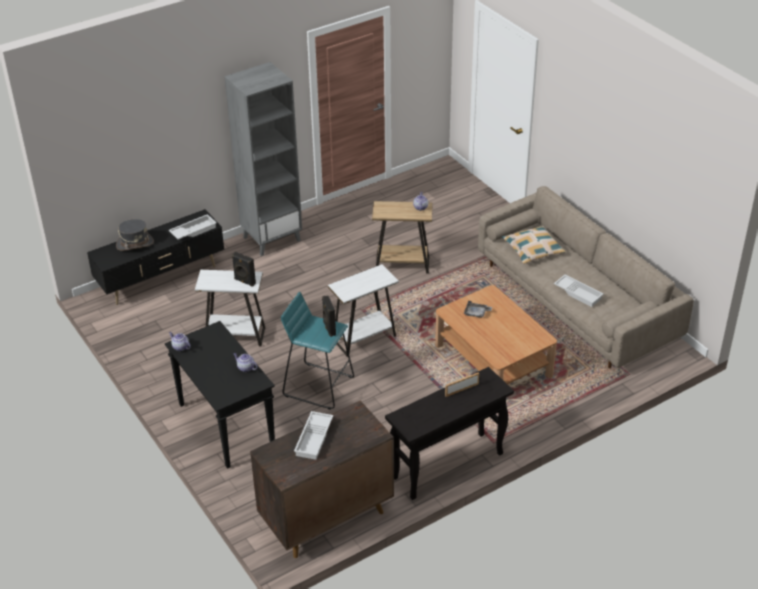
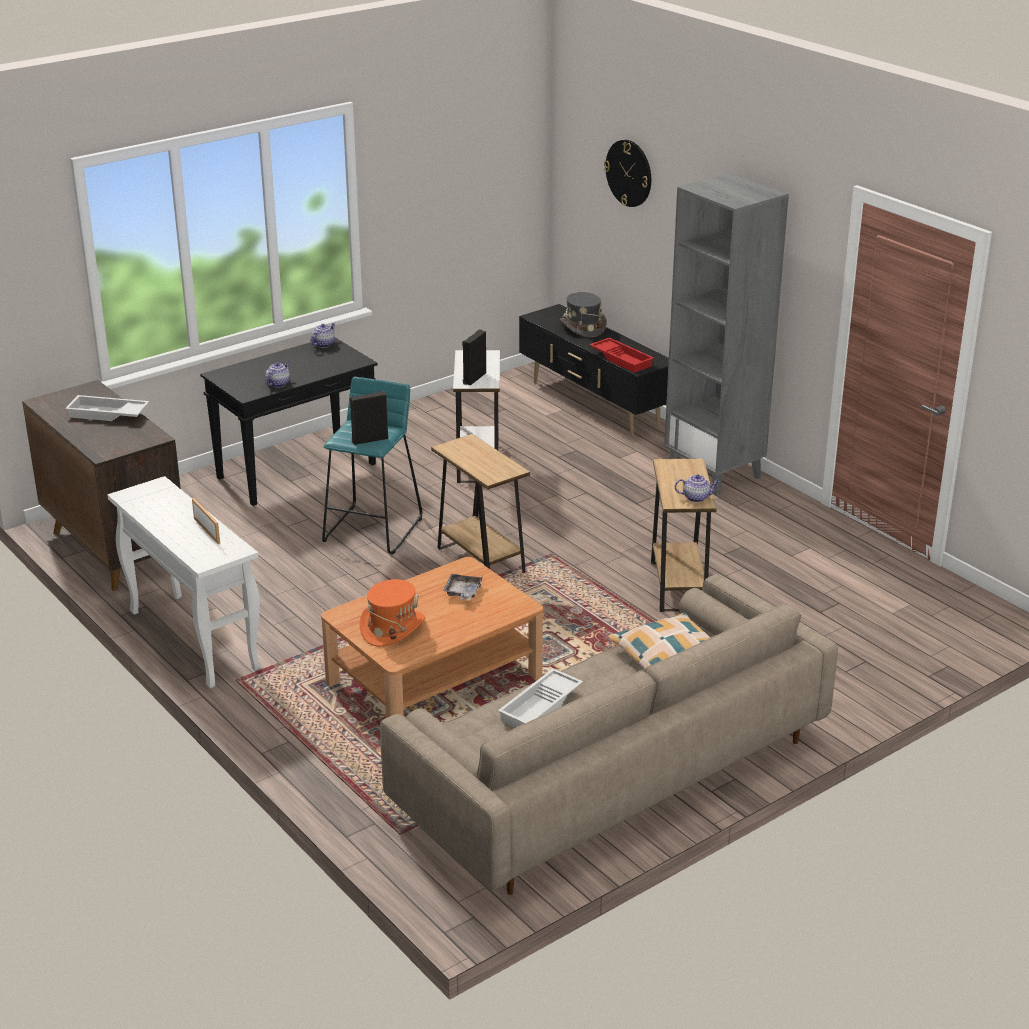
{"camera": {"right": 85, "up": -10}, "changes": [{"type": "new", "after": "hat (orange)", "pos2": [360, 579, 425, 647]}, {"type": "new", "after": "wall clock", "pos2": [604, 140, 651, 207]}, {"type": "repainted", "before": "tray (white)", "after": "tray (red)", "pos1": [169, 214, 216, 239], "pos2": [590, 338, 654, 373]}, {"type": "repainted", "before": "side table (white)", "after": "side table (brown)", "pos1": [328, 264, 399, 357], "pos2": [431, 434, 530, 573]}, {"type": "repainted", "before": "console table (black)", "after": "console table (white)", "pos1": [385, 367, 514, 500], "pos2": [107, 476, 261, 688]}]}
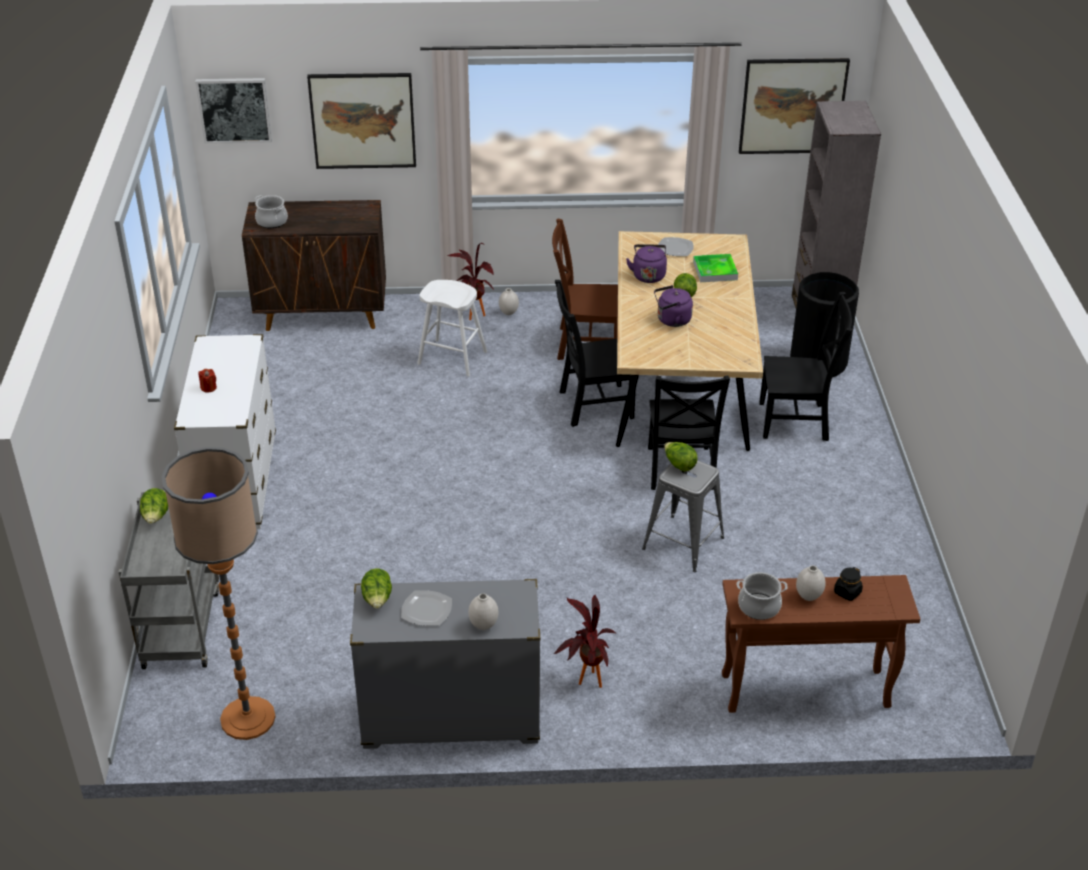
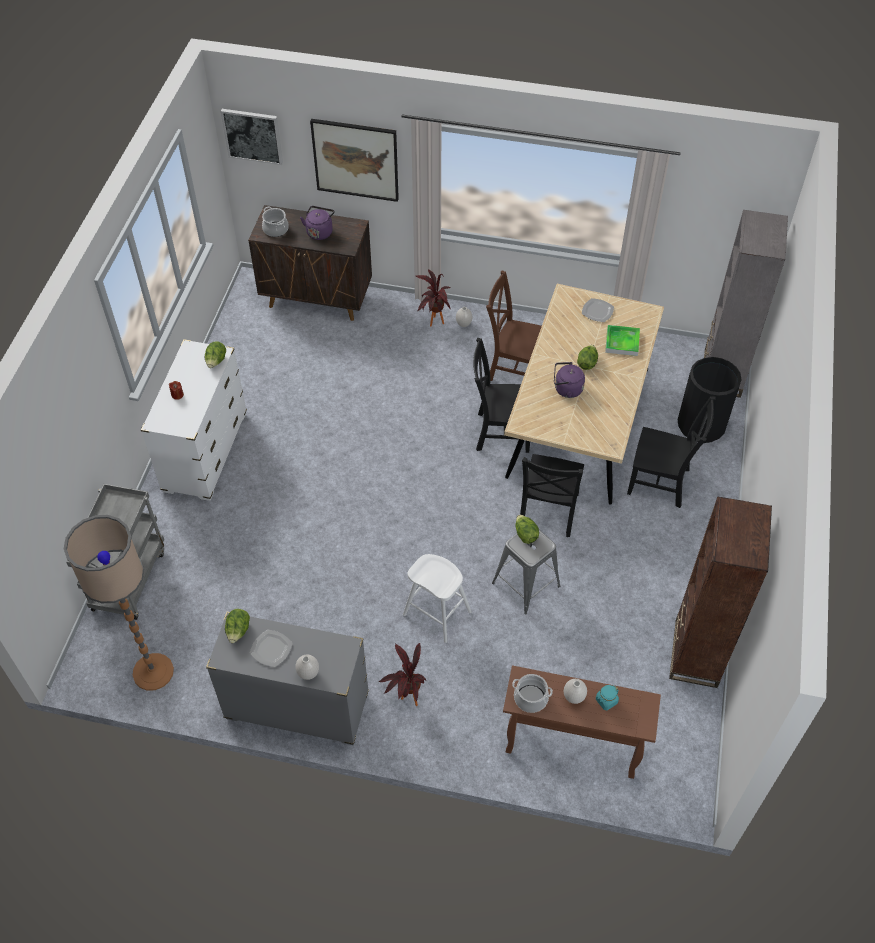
{"camera": {"right": 15, "up": 15}, "changes": [{"type": "gone", "before": "picture", "pos1": [739, 58, 850, 154]}, {"type": "new", "after": "bookcase (brown)", "pos2": [669, 496, 772, 688]}, {"type": "shifted", "before": "lettuce", "pos1": [140, 488, 168, 524], "pos2": [205, 341, 226, 368]}, {"type": "shifted", "before": "stool (white)", "pos1": [417, 280, 487, 377], "pos2": [403, 554, 472, 643]}, {"type": "shifted", "before": "kettle (purple)", "pos1": [626, 244, 667, 283], "pos2": [300, 206, 335, 240]}, {"type": "repainted", "before": "jar (black)", "after": "jar (turquoise)", "pos1": [834, 567, 863, 601], "pos2": [596, 685, 619, 710]}]}
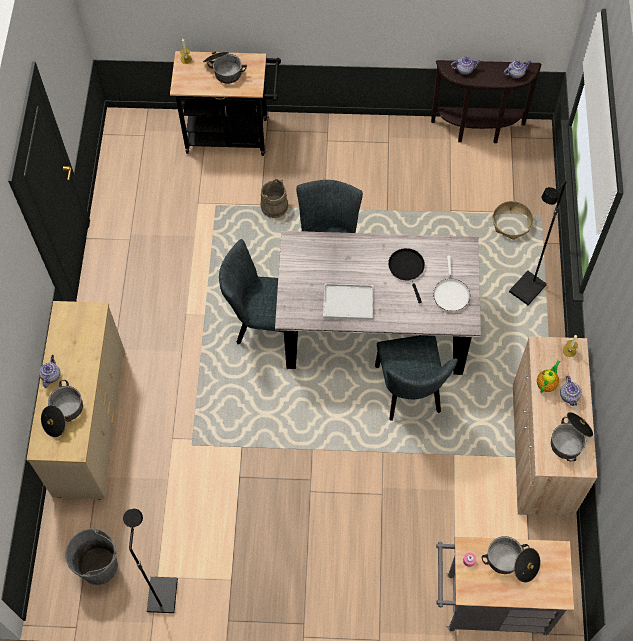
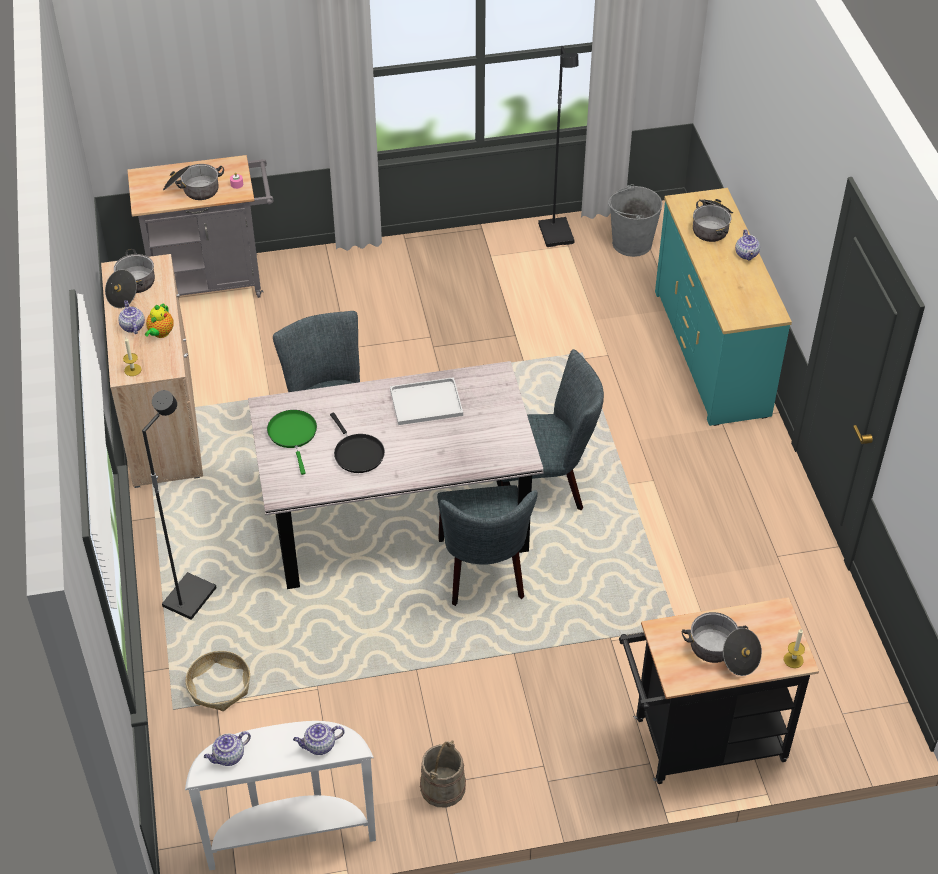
{"camera": {"right": 165, "up": -15}, "changes": [{"type": "shifted", "before": "bucket (beige)", "pos1": [261, 179, 288, 218], "pos2": [420, 740, 466, 808]}, {"type": "repainted", "before": "dresser (beige)", "after": "dresser (turquoise)", "pos1": [26, 301, 125, 499], "pos2": [655, 188, 792, 426]}, {"type": "repainted", "before": "console table (brown)", "after": "console table (white)", "pos1": [431, 60, 541, 143], "pos2": [185, 721, 376, 871]}, {"type": "repainted", "before": "frying pan (white)", "after": "frying pan (green)", "pos1": [433, 256, 470, 312], "pos2": [267, 410, 317, 475]}]}
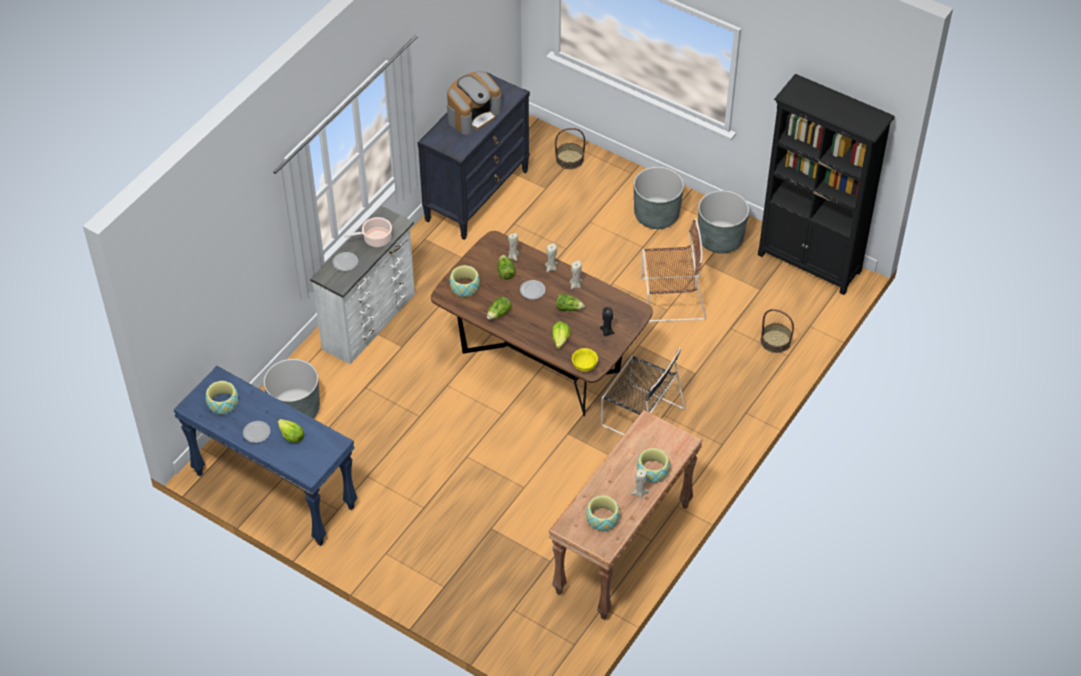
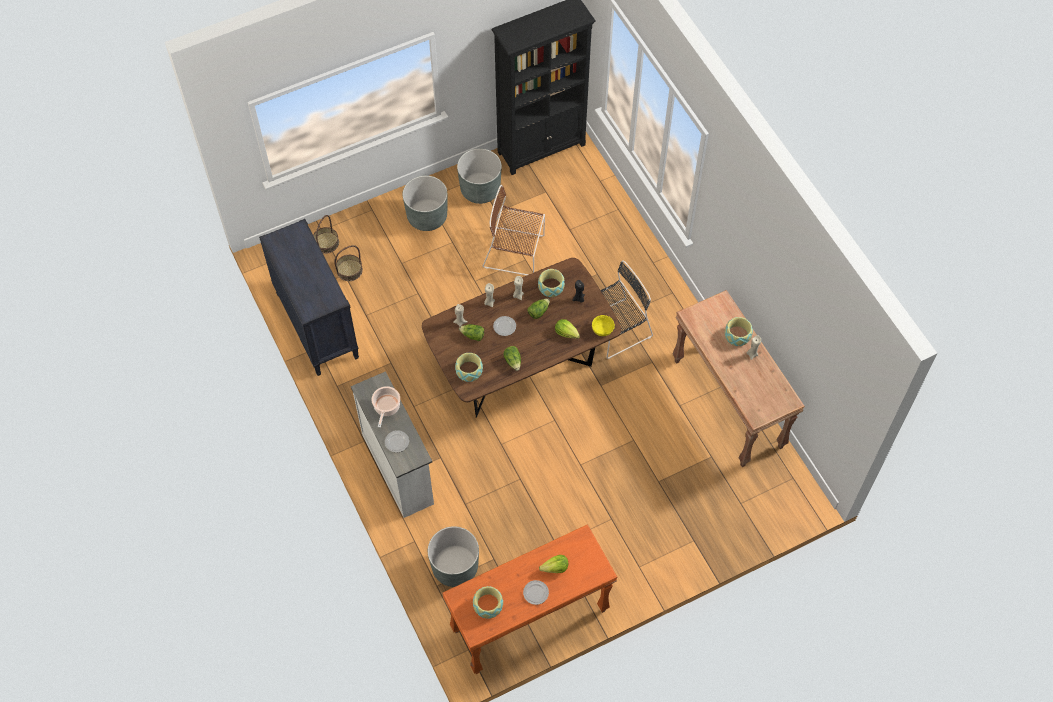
{"camera": {"right": -60, "up": 10}, "changes": [{"type": "gone", "before": "coffee machine", "pos1": [447, 71, 501, 135]}, {"type": "shifted", "before": "bowl", "pos1": [586, 496, 620, 531], "pos2": [538, 269, 565, 297]}, {"type": "shifted", "before": "basket", "pos1": [761, 309, 794, 353], "pos2": [334, 245, 363, 281]}, {"type": "repainted", "before": "console table (blue)", "after": "console table (orange)", "pos1": [173, 366, 357, 546], "pos2": [442, 524, 617, 674]}, {"type": "rotated", "before": "chair (brown)", "pos1": [641, 218, 706, 322], "pos2": [483, 185, 545, 275], "turn": -105}]}
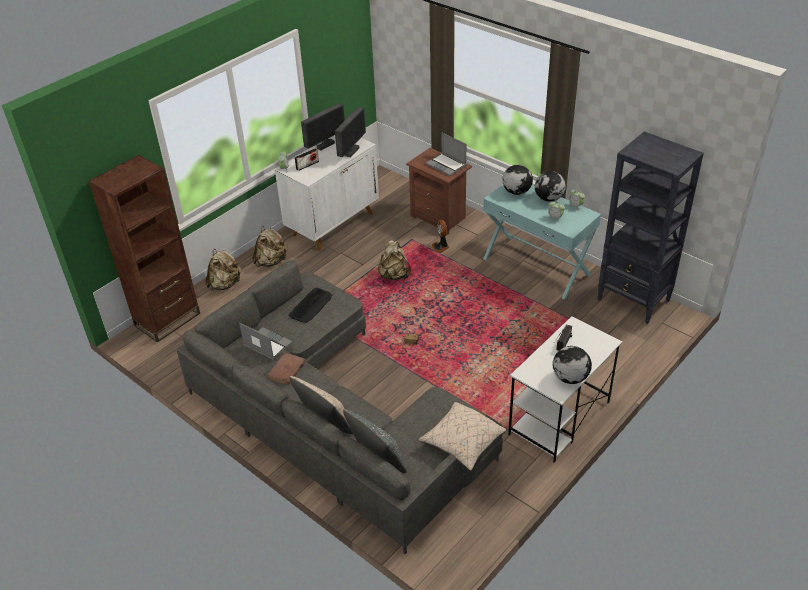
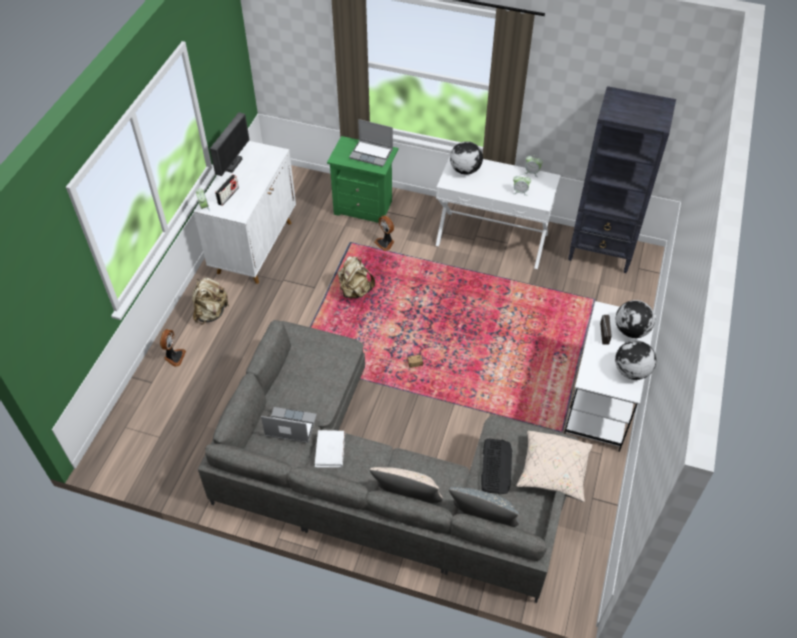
{"camera": {"right": -25, "up": 10}, "changes": [{"type": "gone", "before": "bookcase (brown)", "pos1": [89, 155, 200, 342]}, {"type": "gone", "before": "monitor", "pos1": [335, 107, 366, 157]}, {"type": "shifted", "before": "keyboard", "pos1": [289, 288, 332, 323], "pos2": [481, 439, 512, 494]}, {"type": "shifted", "before": "globe", "pos1": [535, 171, 566, 202], "pos2": [615, 300, 655, 338]}, {"type": "swapped", "before": "backpack (beige)", "after": "fan", "pos1": [205, 249, 241, 291], "pos2": [160, 329, 186, 367]}, {"type": "repainted", "before": "book (brown)", "after": "book (white)", "pos1": [267, 352, 306, 385], "pos2": [315, 430, 345, 468]}, {"type": "repainted", "before": "nightstand (brown)", "after": "nightstand (green)", "pos1": [406, 148, 472, 235], "pos2": [327, 136, 398, 223]}, {"type": "repainted", "before": "console table (turquoise)", "after": "console table (white)", "pos1": [483, 185, 601, 299], "pos2": [436, 156, 561, 269]}]}
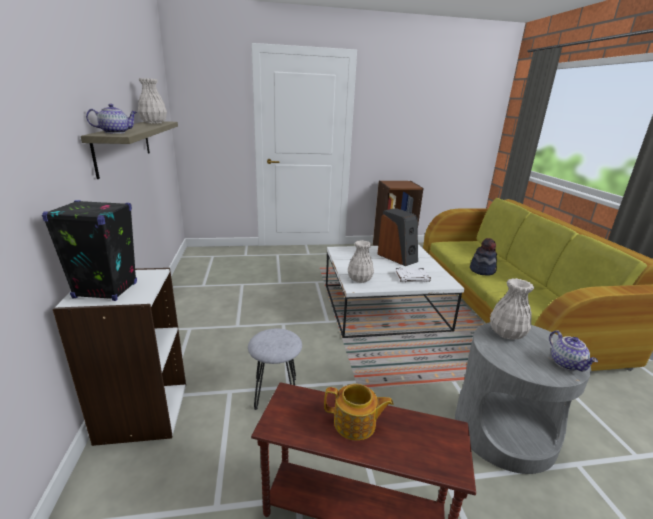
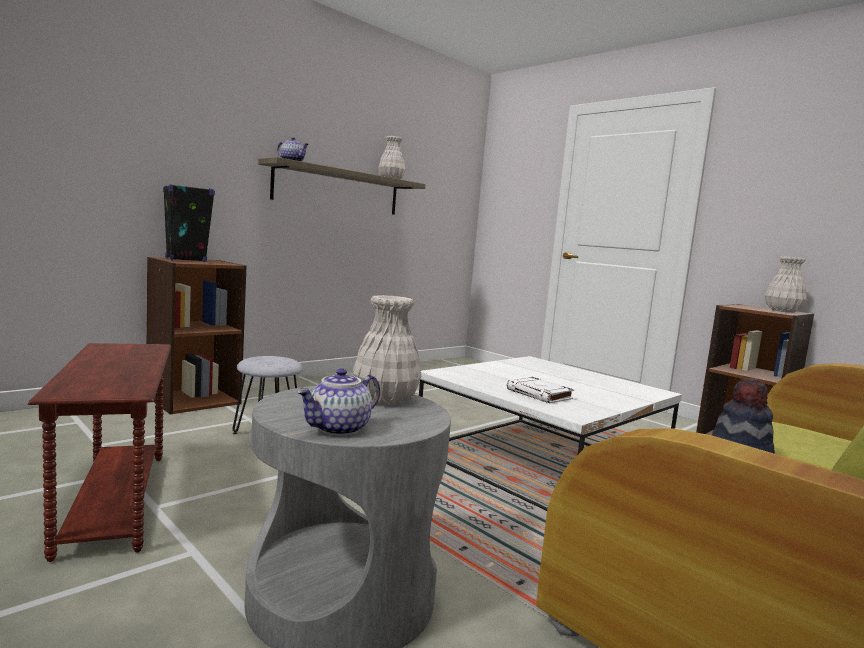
{"camera": {"right": 55, "up": -15}, "changes": [{"type": "gone", "before": "teapot", "pos1": [324, 384, 394, 441]}, {"type": "gone", "before": "speaker", "pos1": [377, 208, 418, 266]}, {"type": "shifted", "before": "vase (white)", "pos1": [348, 240, 374, 283], "pos2": [765, 256, 807, 313]}, {"type": "repainted", "before": "bookcase (white)", "after": "bookcase (brown)", "pos1": [53, 268, 186, 446], "pos2": [146, 257, 247, 415]}]}
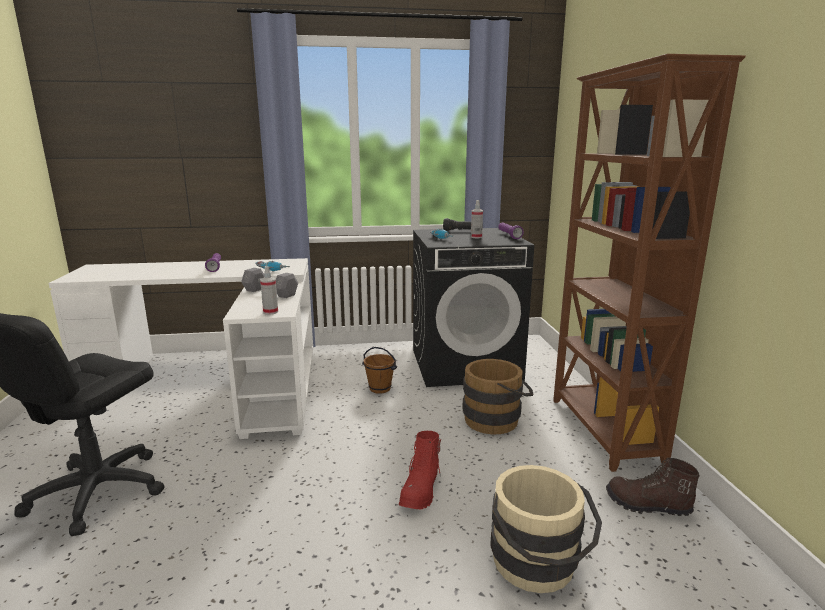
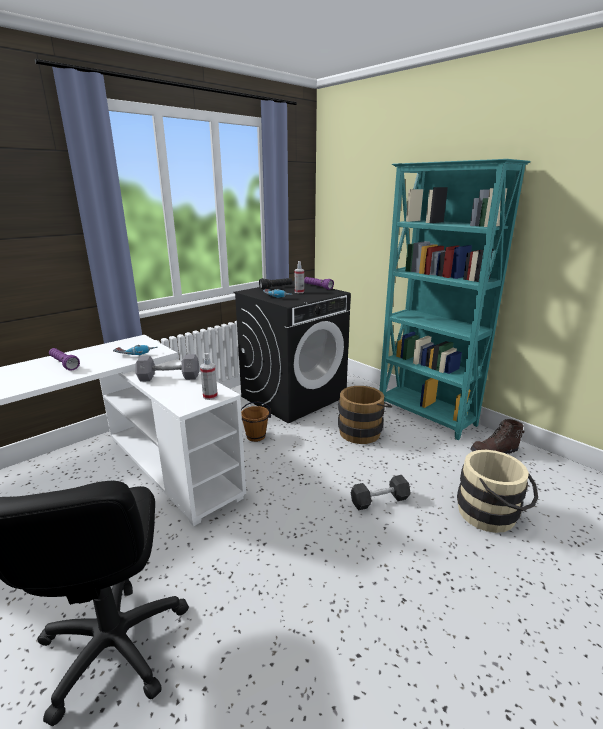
{"camera": {"right": -35, "up": 5}, "changes": [{"type": "swapped", "before": "boot (red)", "after": "dumbbell (black)", "pos1": [399, 431, 441, 509], "pos2": [351, 475, 410, 510]}, {"type": "repainted", "before": "bookcase (brown)", "after": "bookcase (turquoise)", "pos1": [553, 54, 746, 472], "pos2": [380, 159, 531, 440]}]}
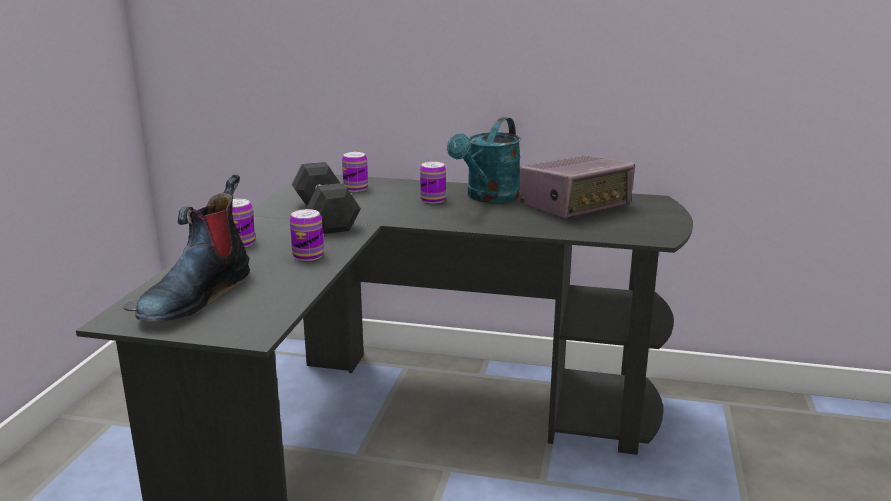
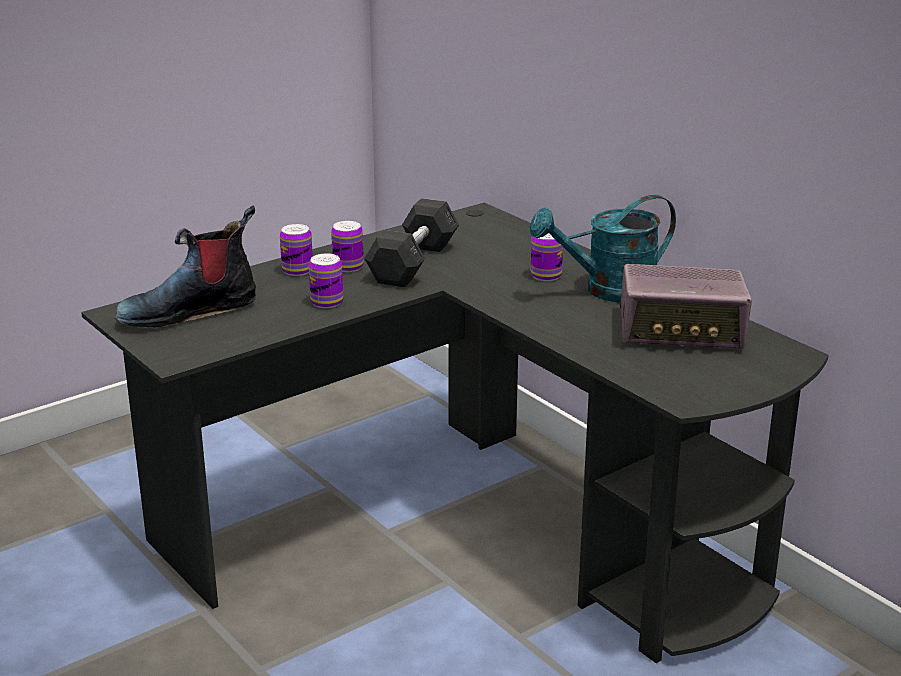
{"camera": {"right": 40, "up": 5}, "changes": [{"type": "shifted", "before": "can", "pos1": [342, 152, 368, 192], "pos2": [331, 221, 364, 272]}]}
